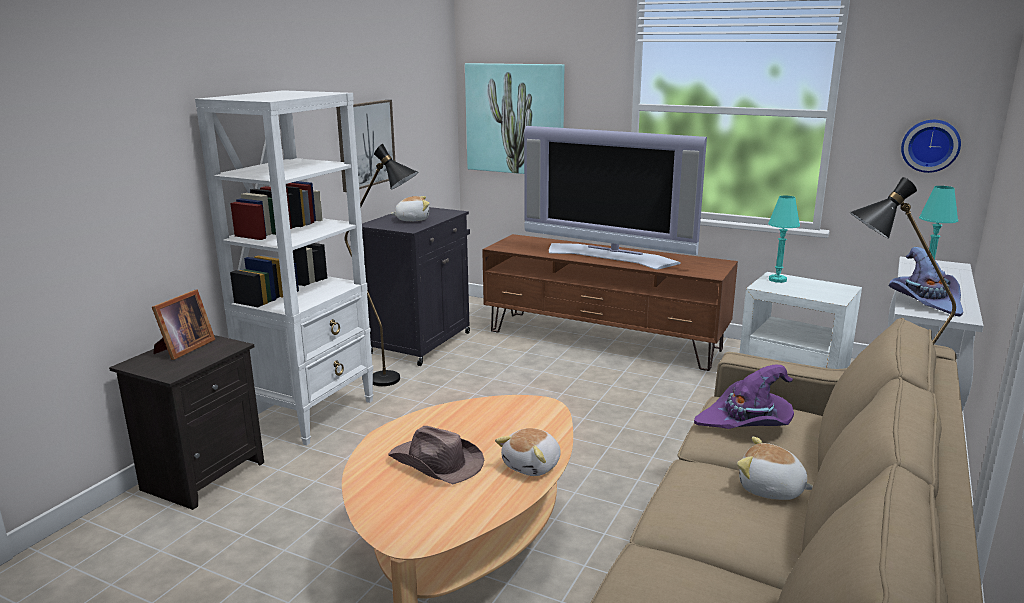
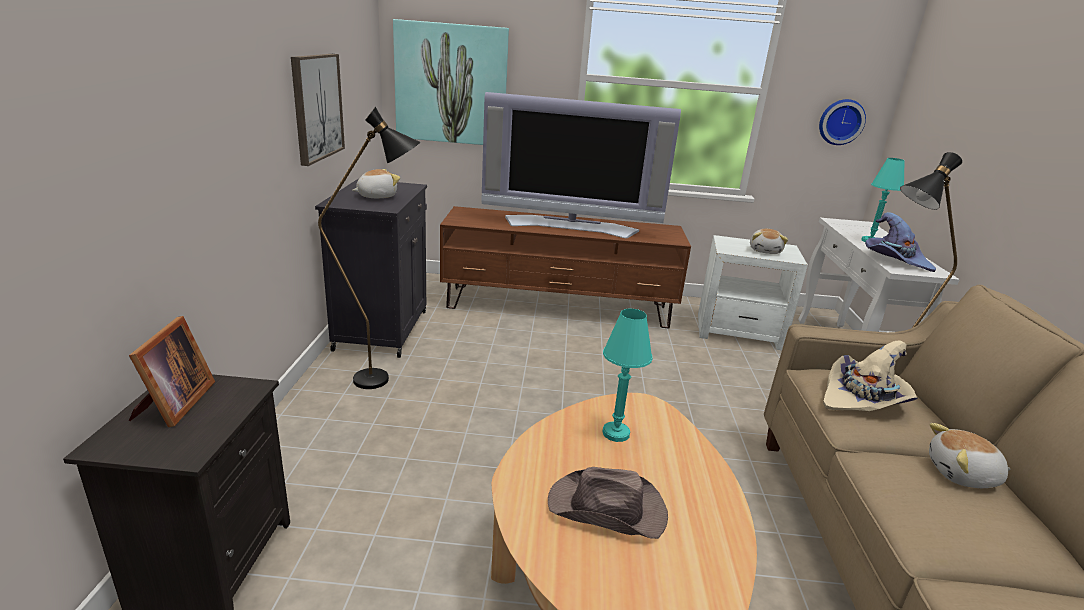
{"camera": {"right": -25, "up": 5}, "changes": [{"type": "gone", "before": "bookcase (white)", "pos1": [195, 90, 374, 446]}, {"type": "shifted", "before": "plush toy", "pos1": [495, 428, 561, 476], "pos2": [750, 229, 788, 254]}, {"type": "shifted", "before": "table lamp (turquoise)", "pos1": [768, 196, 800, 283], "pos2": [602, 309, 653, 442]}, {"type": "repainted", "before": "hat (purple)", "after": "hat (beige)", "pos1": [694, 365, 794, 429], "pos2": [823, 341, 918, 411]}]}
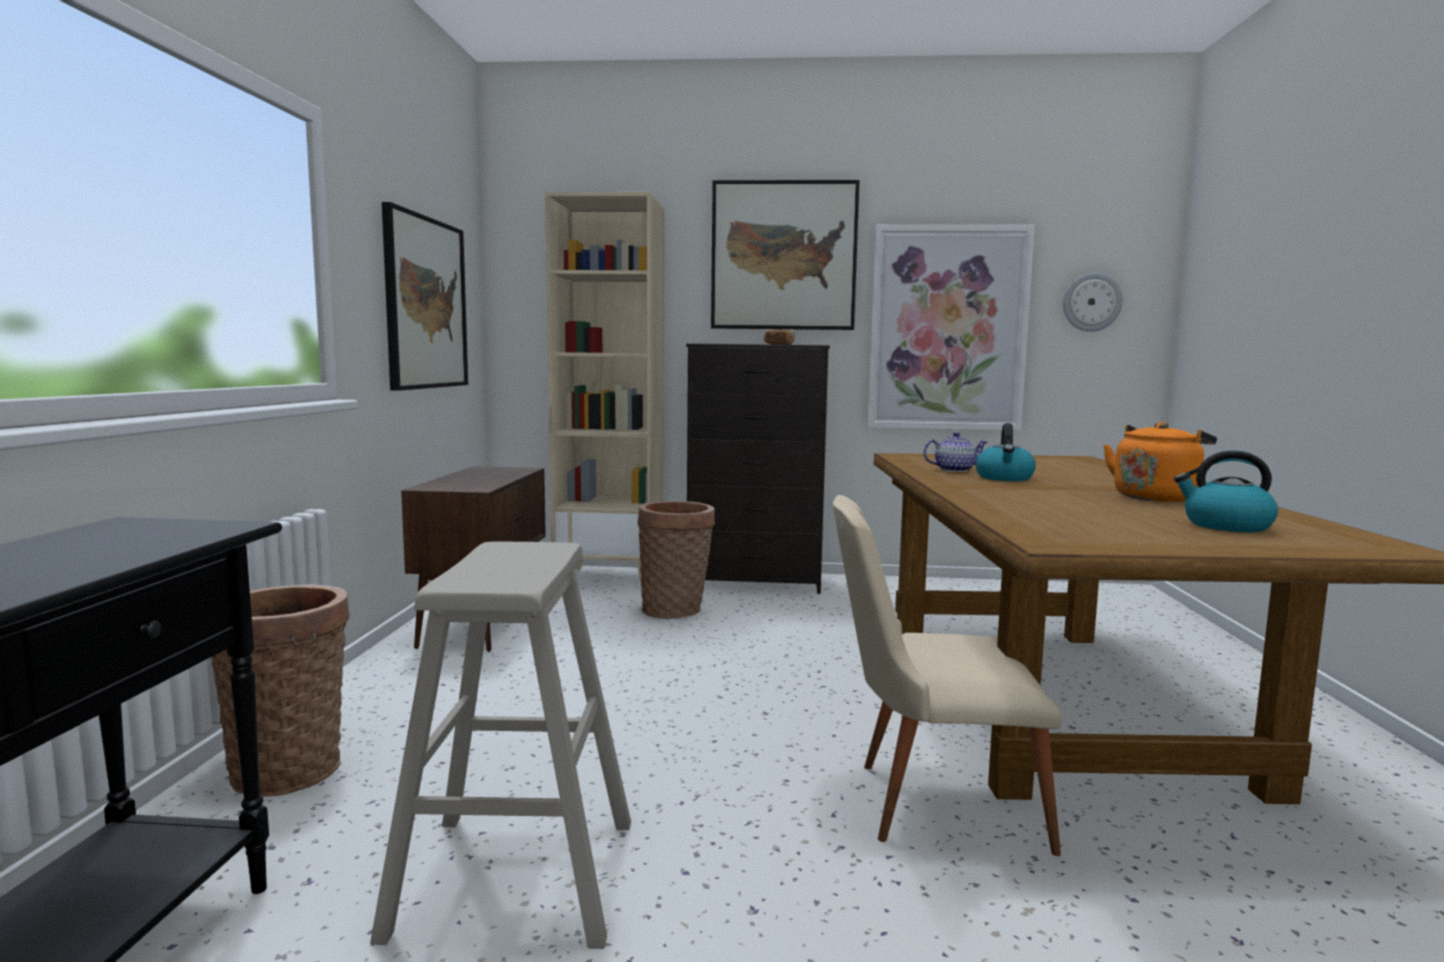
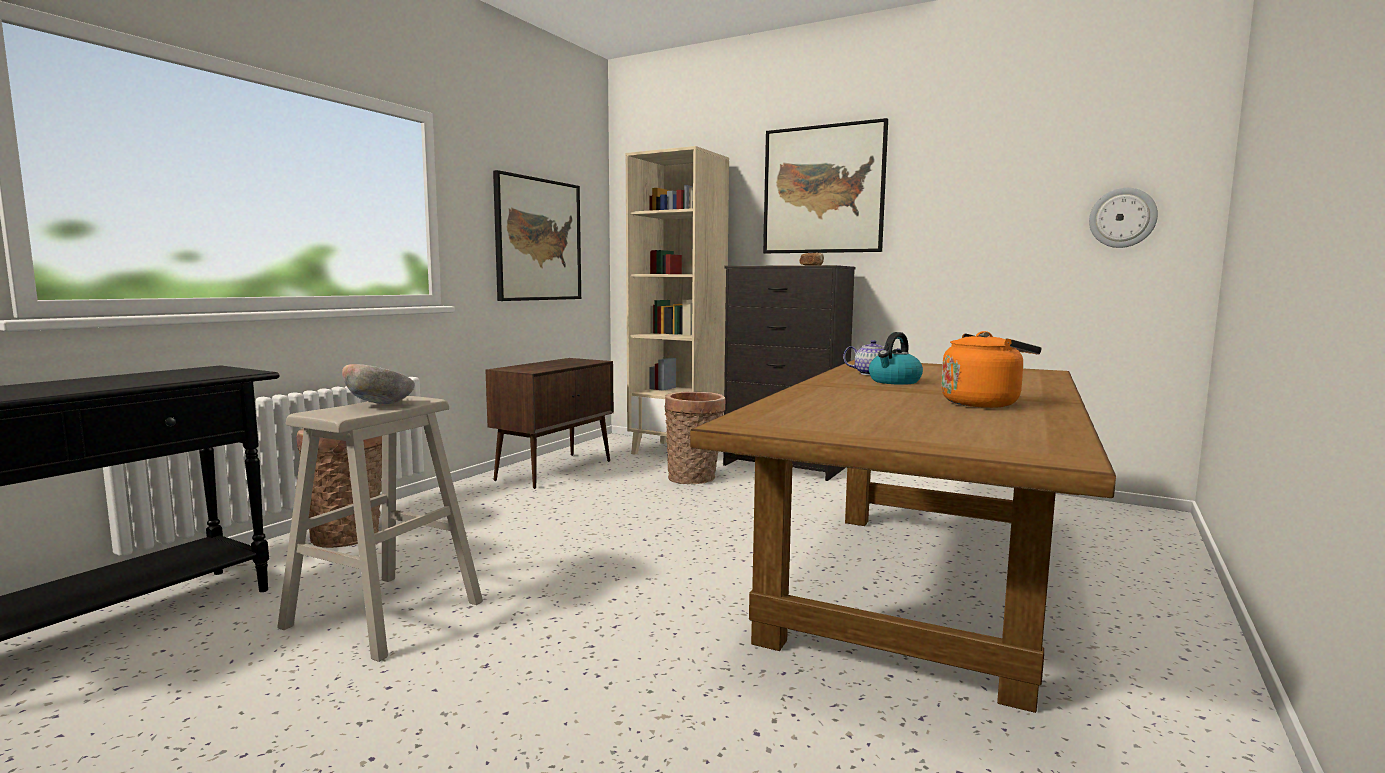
{"camera": {"right": 25, "up": 0}, "changes": [{"type": "gone", "before": "chair (beige)", "pos1": [832, 495, 1062, 856]}, {"type": "gone", "before": "picture", "pos1": [867, 225, 1035, 431]}, {"type": "gone", "before": "kettle", "pos1": [1174, 450, 1278, 532]}, {"type": "new", "after": "bowl", "pos2": [342, 364, 415, 404]}]}
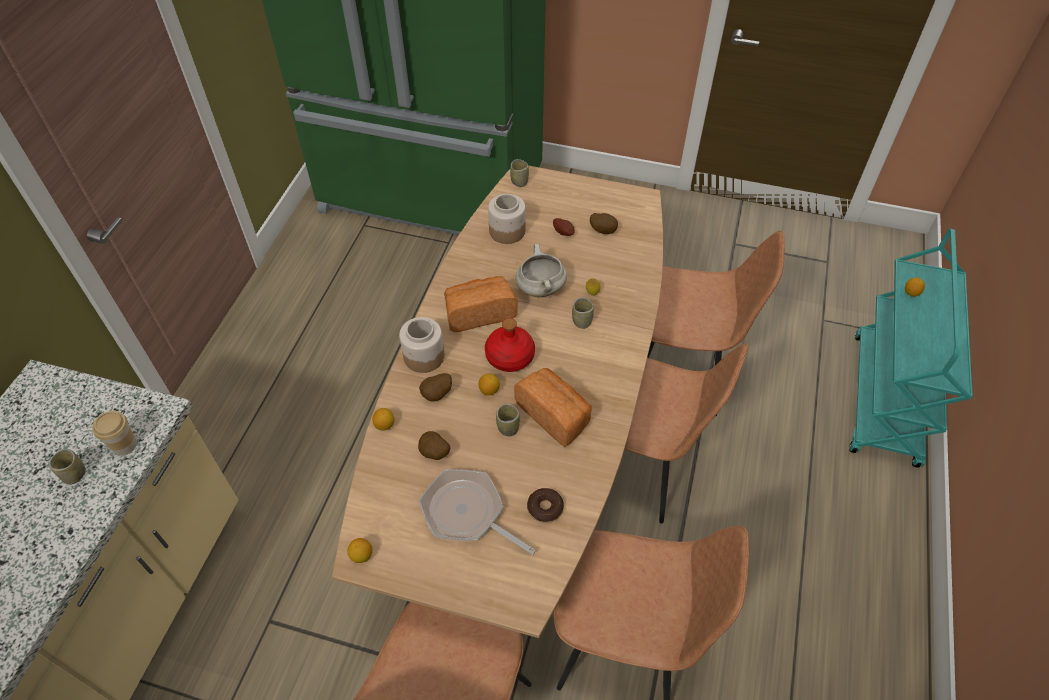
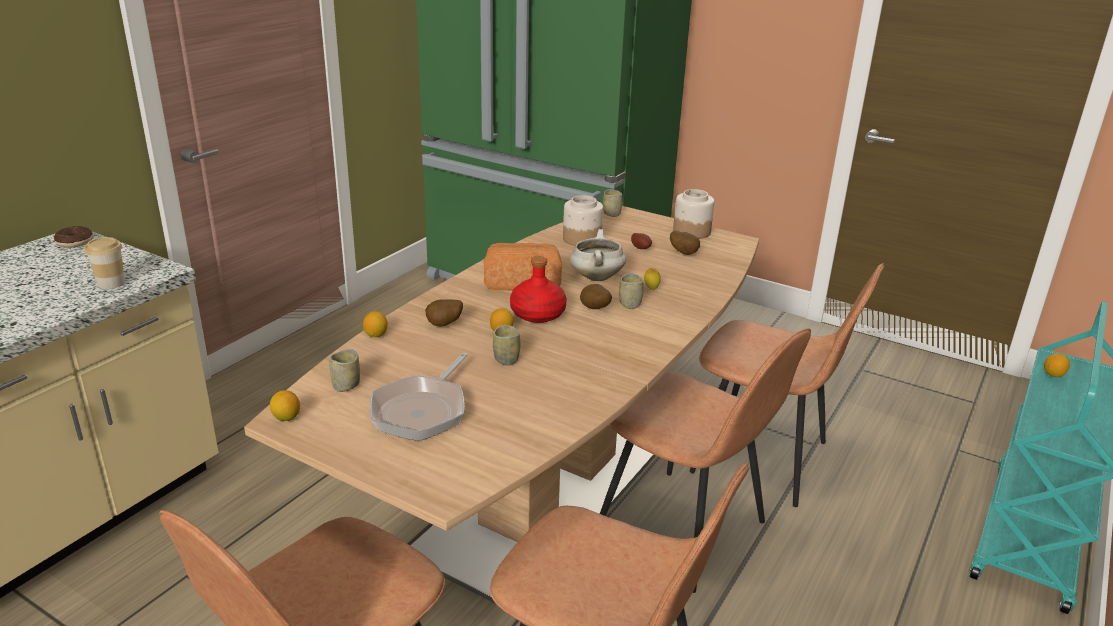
{"camera": {"right": 15, "up": -25}, "changes": [{"type": "gone", "before": "bread", "pos1": [514, 368, 592, 447]}, {"type": "shifted", "before": "cup", "pos1": [49, 449, 86, 485], "pos2": [329, 349, 360, 392]}, {"type": "shifted", "before": "jar", "pos1": [399, 317, 444, 373], "pos2": [673, 189, 714, 239]}, {"type": "shifted", "before": "potato", "pos1": [418, 431, 450, 460], "pos2": [580, 284, 612, 309]}, {"type": "shifted", "before": "donut", "pos1": [527, 488, 564, 523], "pos2": [54, 226, 93, 248]}, {"type": "rotated", "before": "frying pan", "pos1": [419, 469, 536, 555], "pos2": [370, 353, 467, 441], "turn": -120}]}
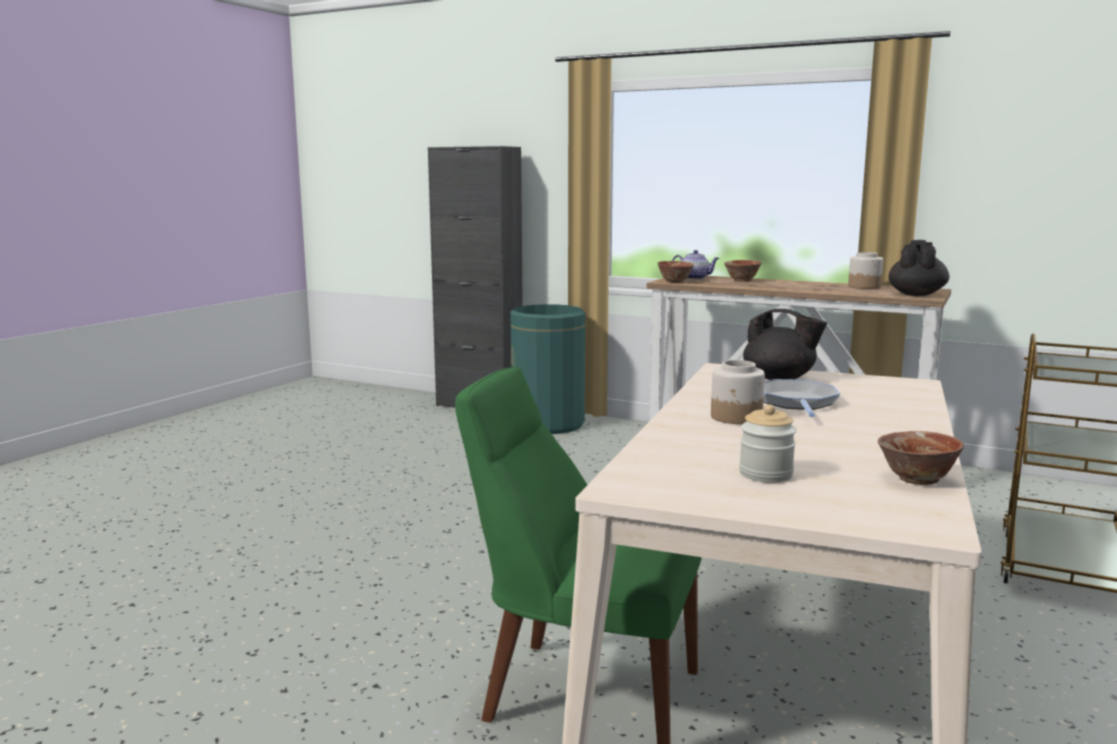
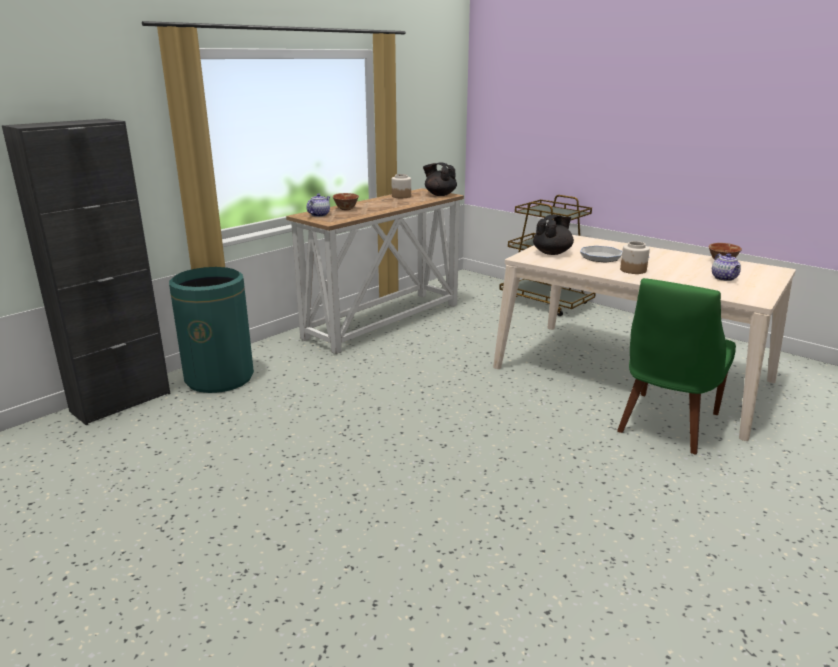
{"camera": {"right": -75, "up": 10}, "changes": [{"type": "gone", "before": "bowl", "pos1": [658, 261, 694, 283]}, {"type": "swapped", "before": "jar", "after": "teapot", "pos1": [739, 404, 796, 483], "pos2": [712, 253, 741, 281]}]}
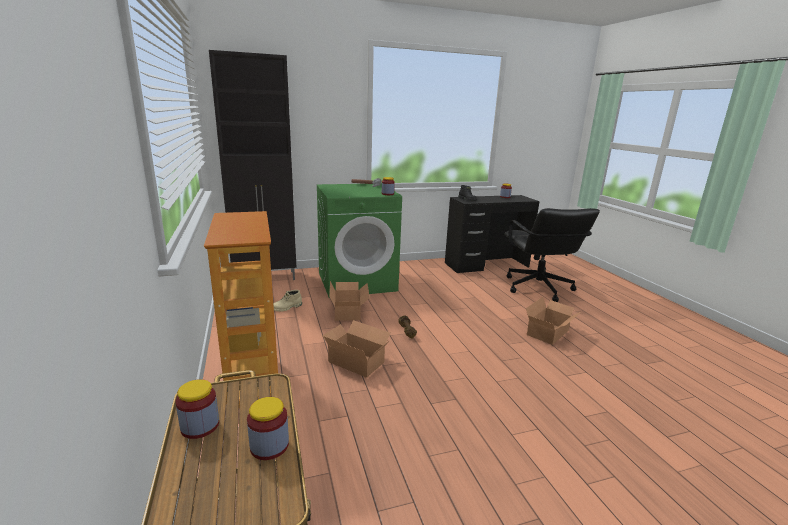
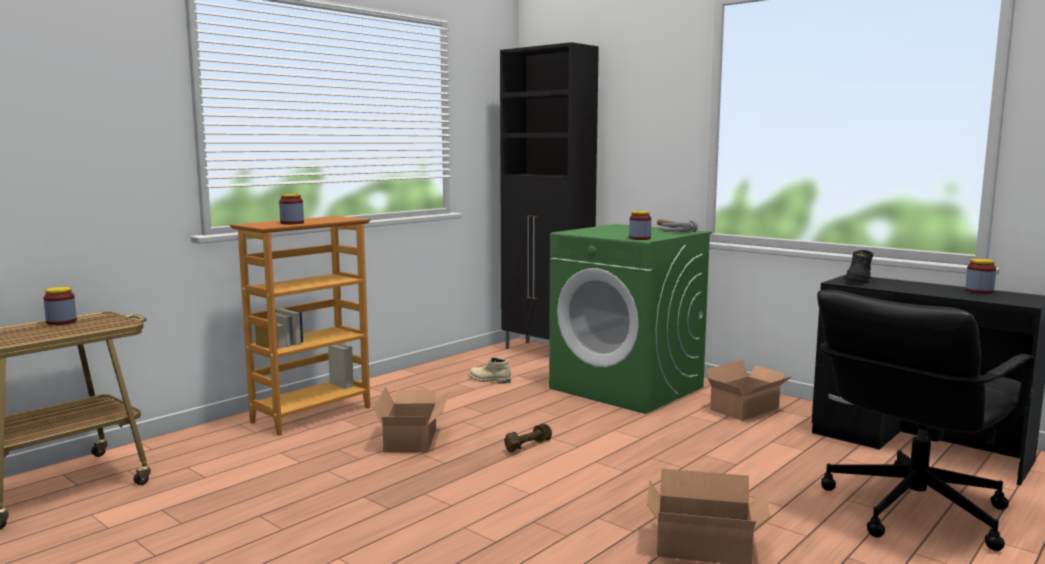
{"camera": {"right": 60, "up": -10}, "changes": [{"type": "shifted", "before": "jar", "pos1": [247, 397, 289, 460], "pos2": [279, 194, 304, 225]}, {"type": "shifted", "before": "cardboard box", "pos1": [329, 281, 370, 321], "pos2": [706, 360, 792, 421]}]}
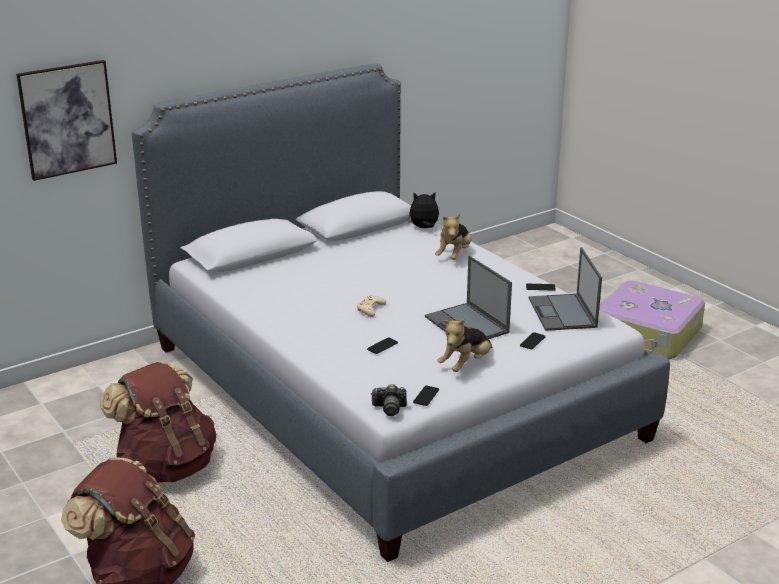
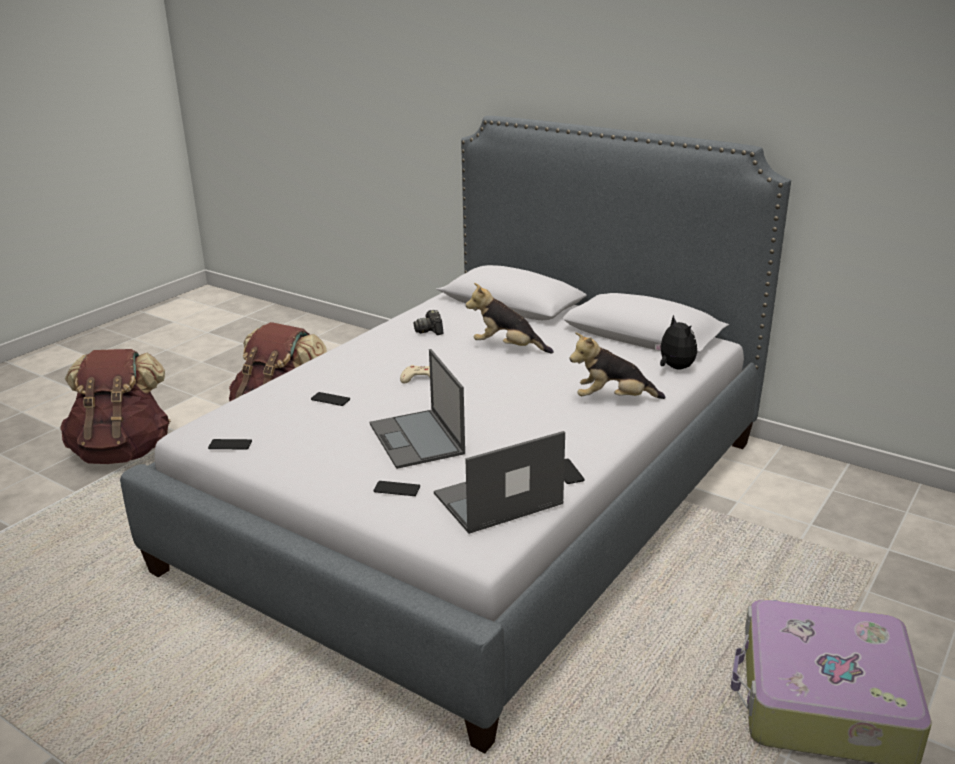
{"camera": {"right": 70, "up": 0}, "changes": [{"type": "gone", "before": "picture", "pos1": [16, 60, 117, 181]}, {"type": "shifted", "before": "photo camera", "pos1": [371, 384, 407, 416], "pos2": [414, 310, 443, 335]}, {"type": "shifted", "before": "plush toy", "pos1": [437, 319, 492, 372], "pos2": [466, 283, 554, 354]}, {"type": "rotated", "before": "laptop", "pos1": [425, 256, 512, 339], "pos2": [370, 349, 465, 469], "turn": -60}]}
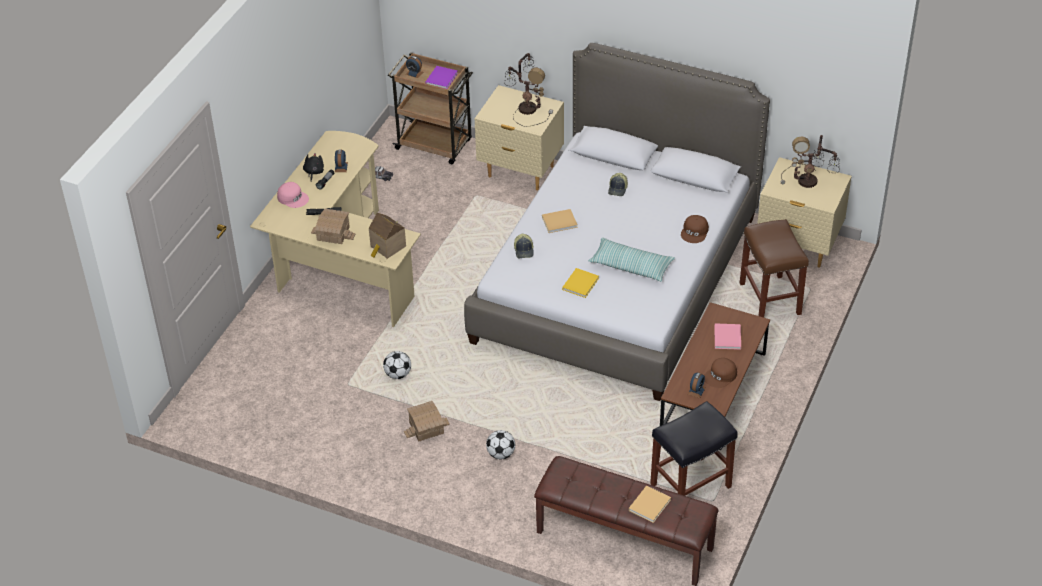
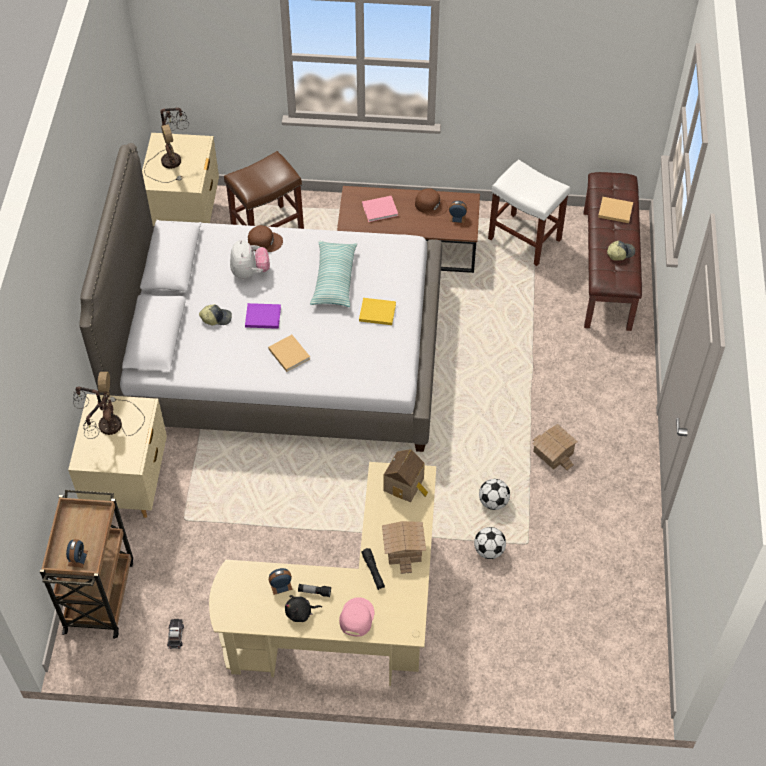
{"camera": {"right": -110, "up": 10}, "changes": [{"type": "new", "after": "plush toy", "pos2": [230, 239, 270, 279]}, {"type": "shifted", "before": "book (purple)", "pos1": [425, 66, 458, 89], "pos2": [245, 303, 281, 329]}, {"type": "shifted", "before": "football", "pos1": [486, 430, 515, 459], "pos2": [474, 527, 506, 559]}, {"type": "shifted", "before": "cap", "pos1": [514, 234, 534, 258], "pos2": [607, 241, 635, 261]}, {"type": "repainted", "before": "stool (black)", "after": "stool (white)", "pos1": [650, 401, 738, 496], "pos2": [488, 160, 570, 266]}]}
